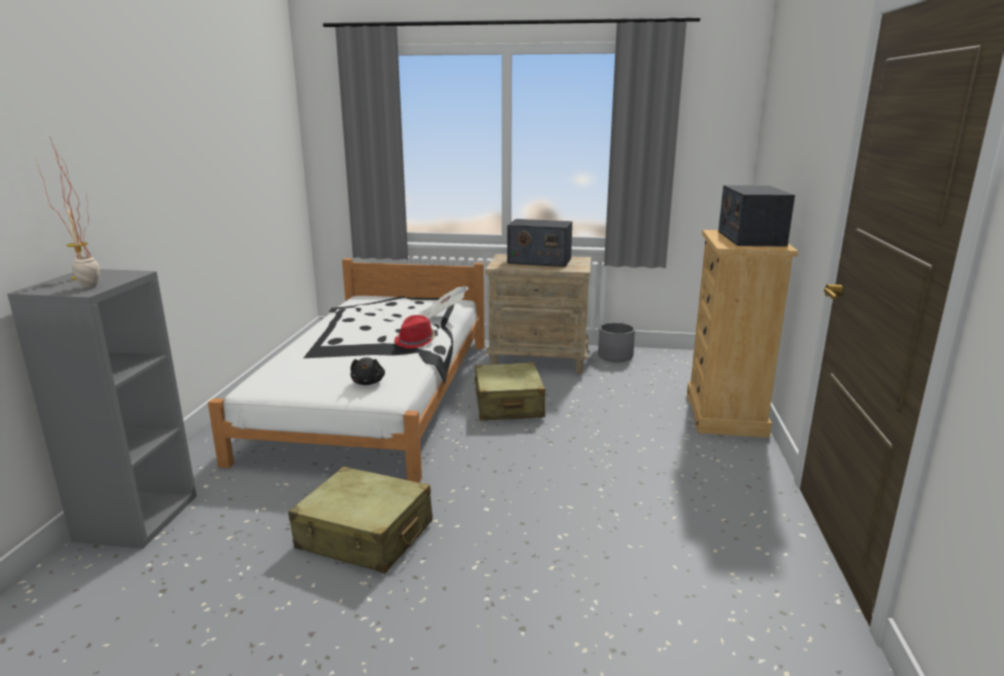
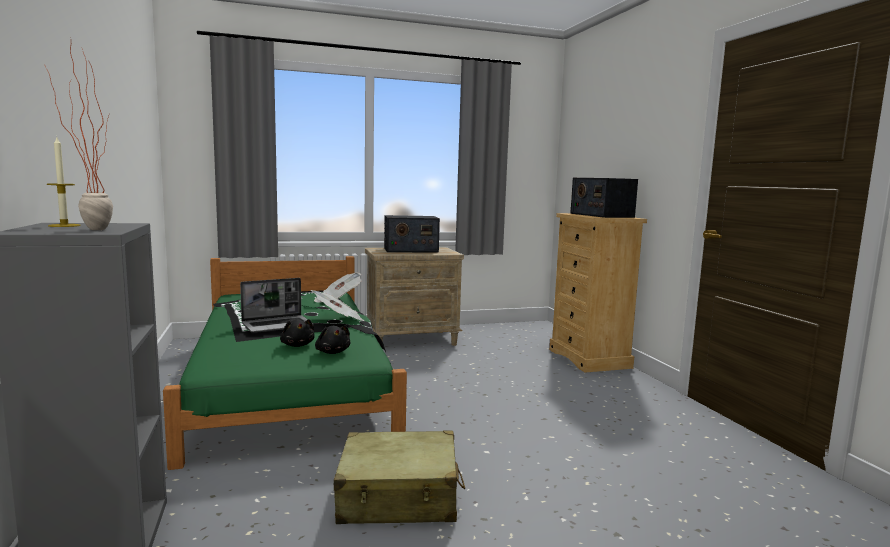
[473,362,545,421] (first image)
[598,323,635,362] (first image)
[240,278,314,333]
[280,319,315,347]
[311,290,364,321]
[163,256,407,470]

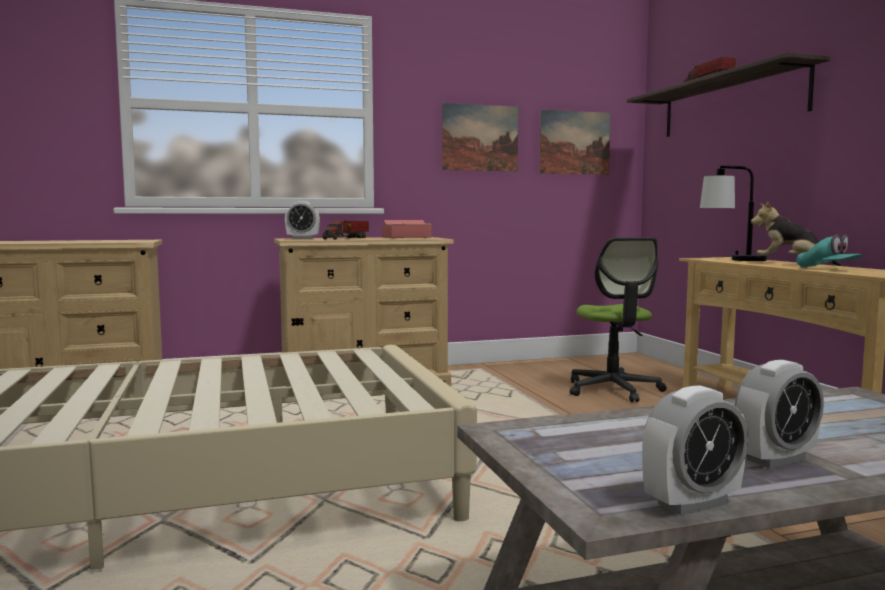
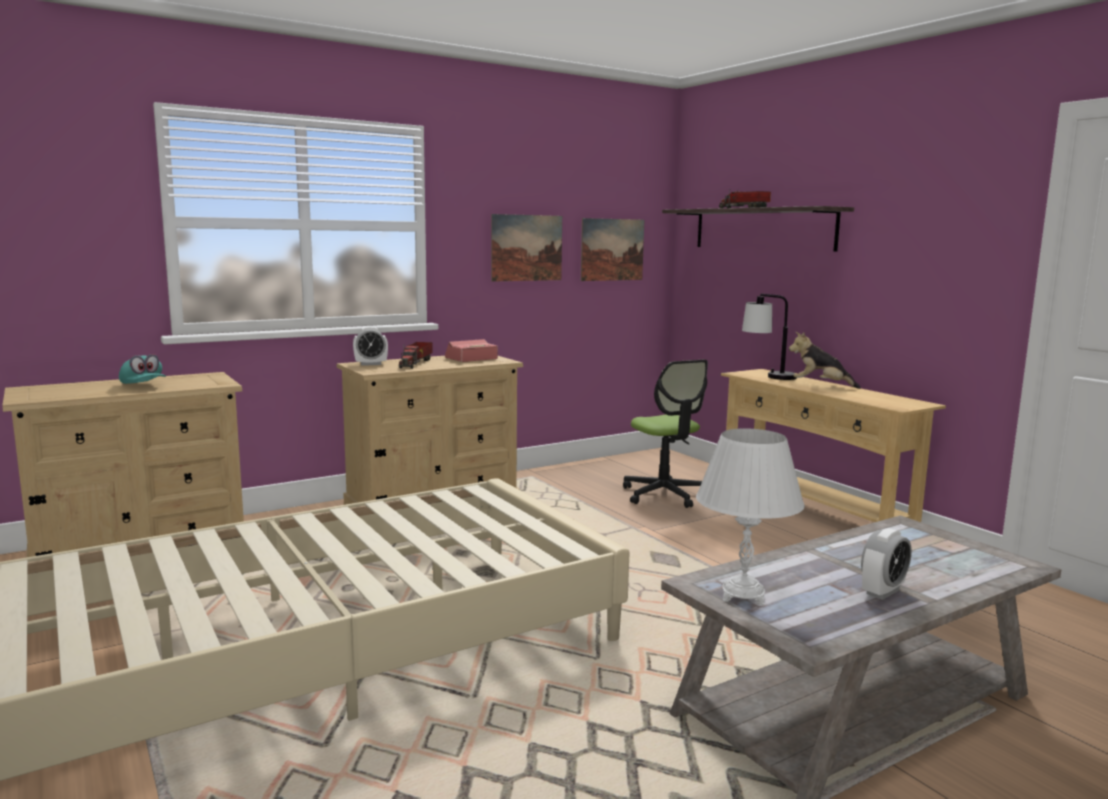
[642,385,748,516] (first image)
[696,428,805,605]
[119,354,166,384]

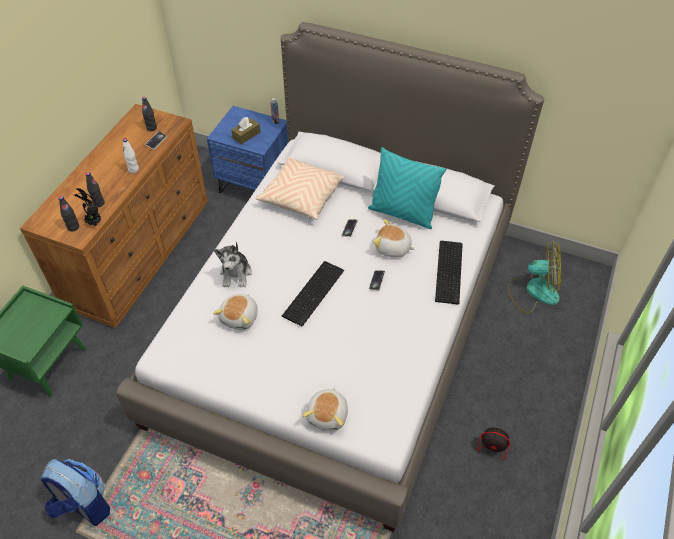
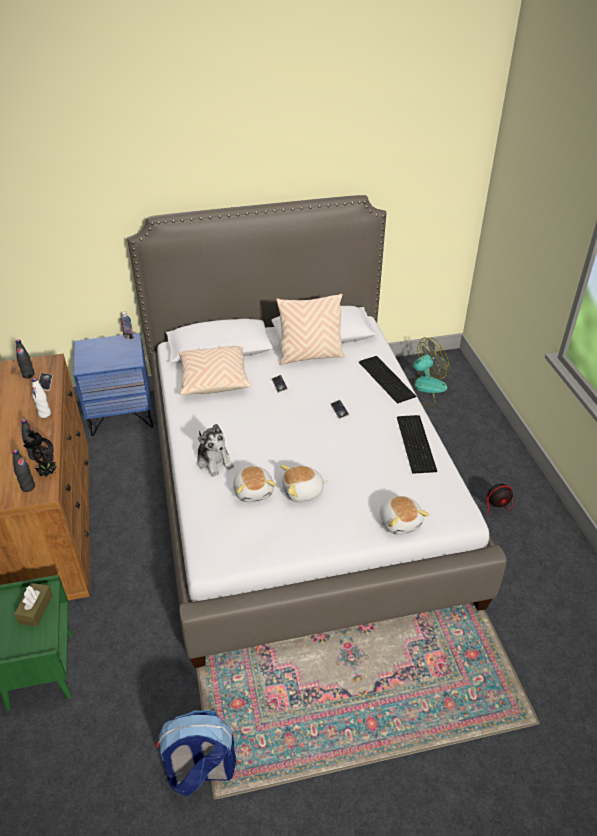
[14,583,53,627]
[397,415,437,474]
[280,465,328,502]
[276,294,345,365]

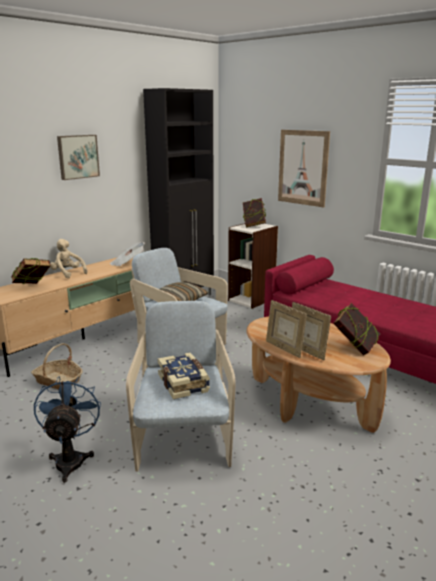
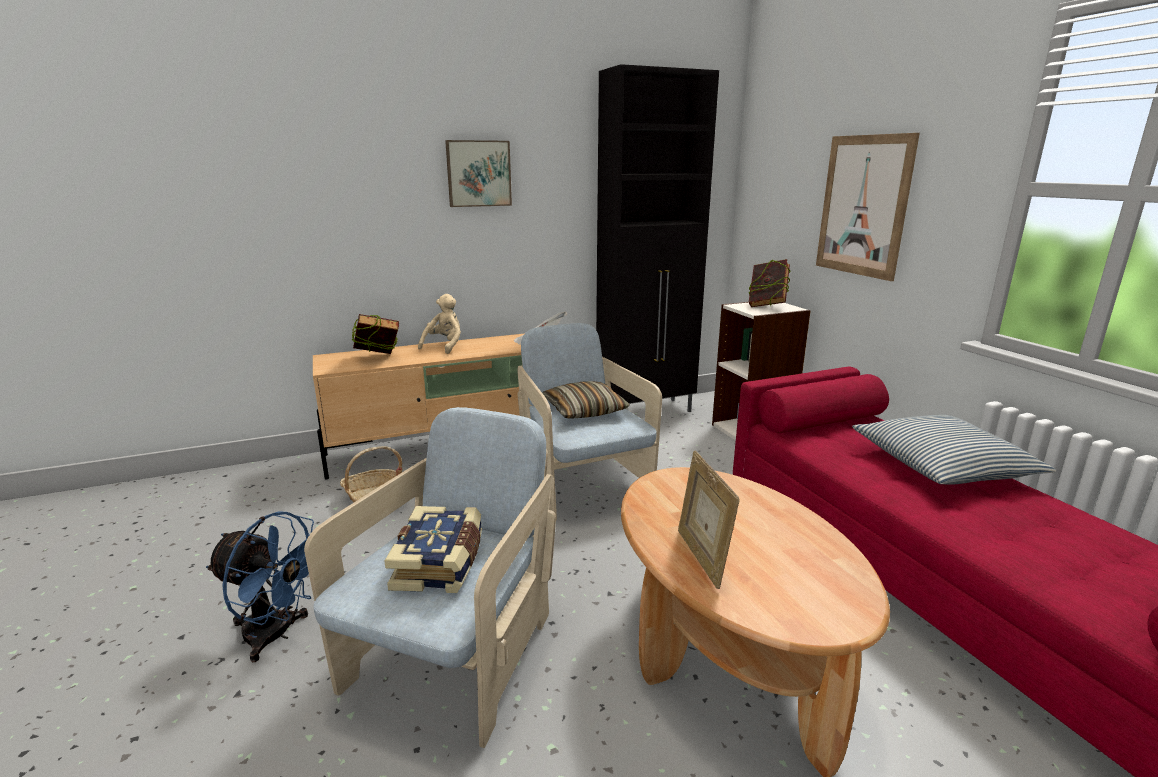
[266,300,307,358] (first image)
[333,303,381,355] (first image)
[852,415,1056,485]
[206,511,314,662]
[418,294,461,354]

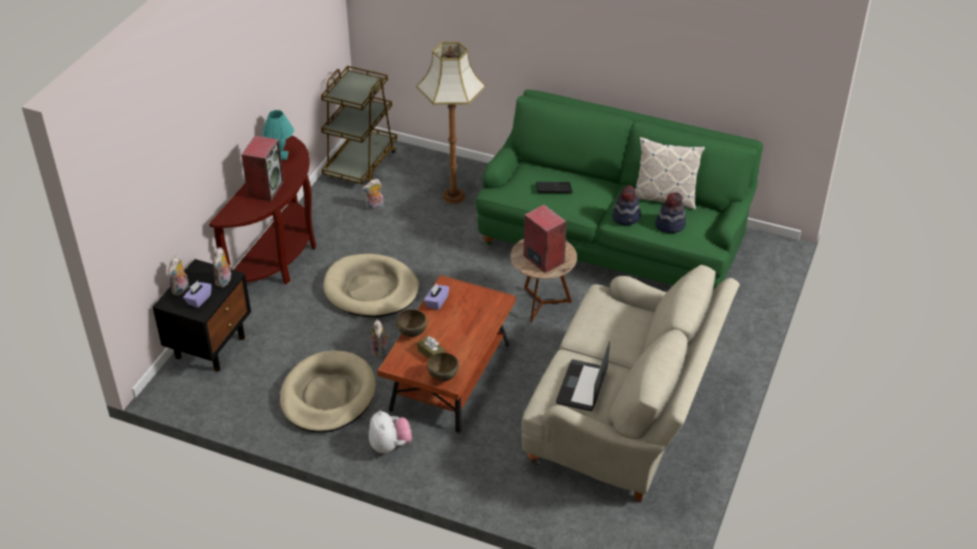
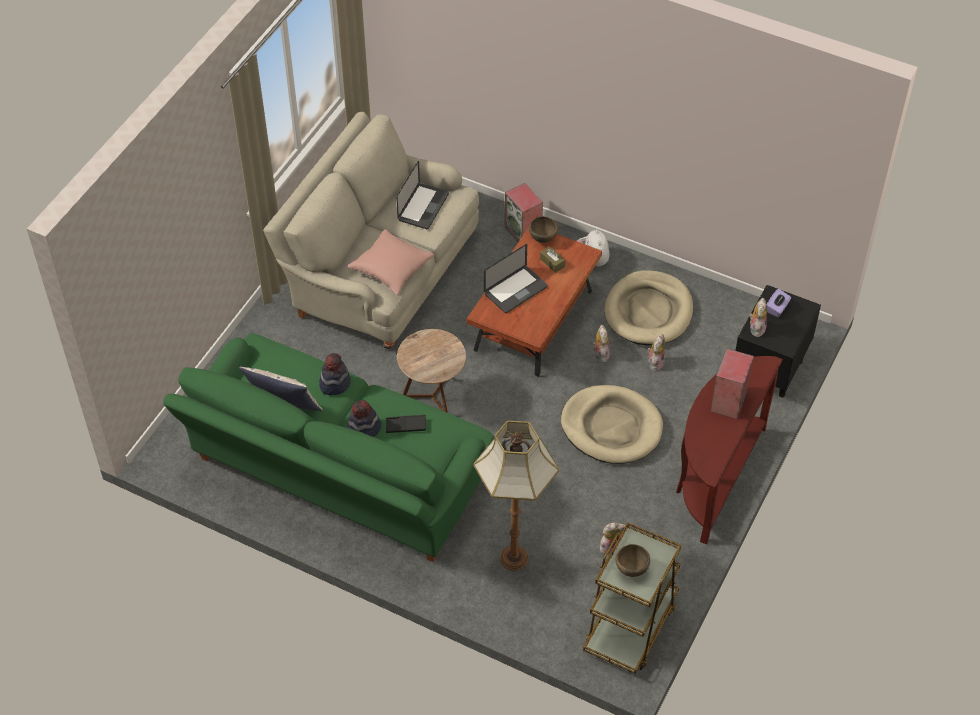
[262,110,294,160] (first image)
[424,283,449,310] (first image)
[348,229,434,295]
[484,244,548,313]
[648,334,665,371]
[616,544,650,577]
[504,183,543,242]
[347,400,381,437]

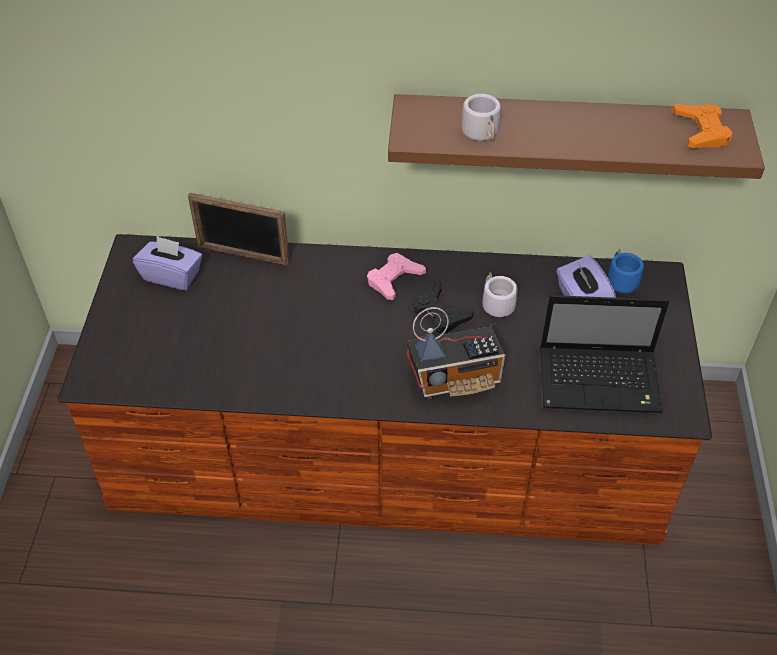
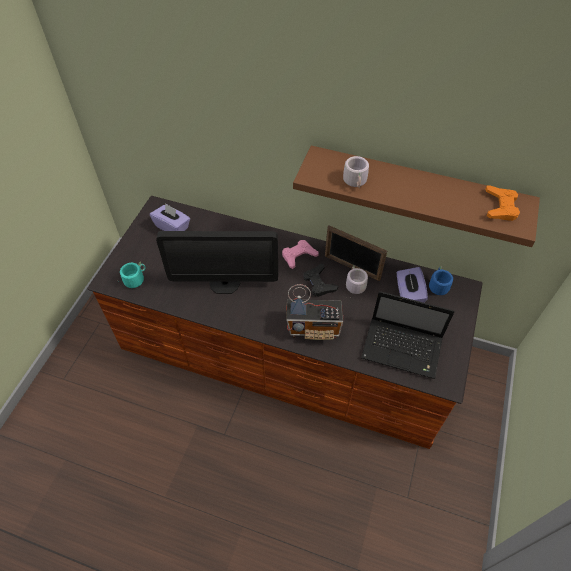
[120,262,146,288]
[156,231,278,294]
[325,225,387,281]

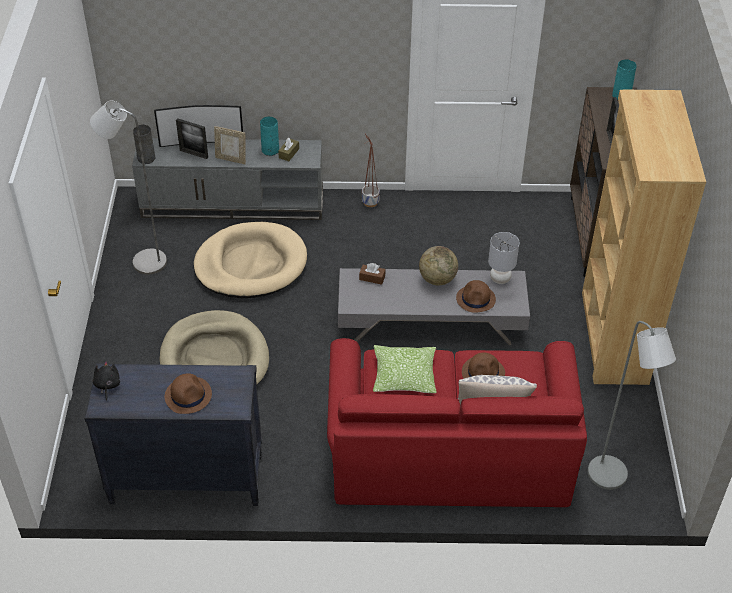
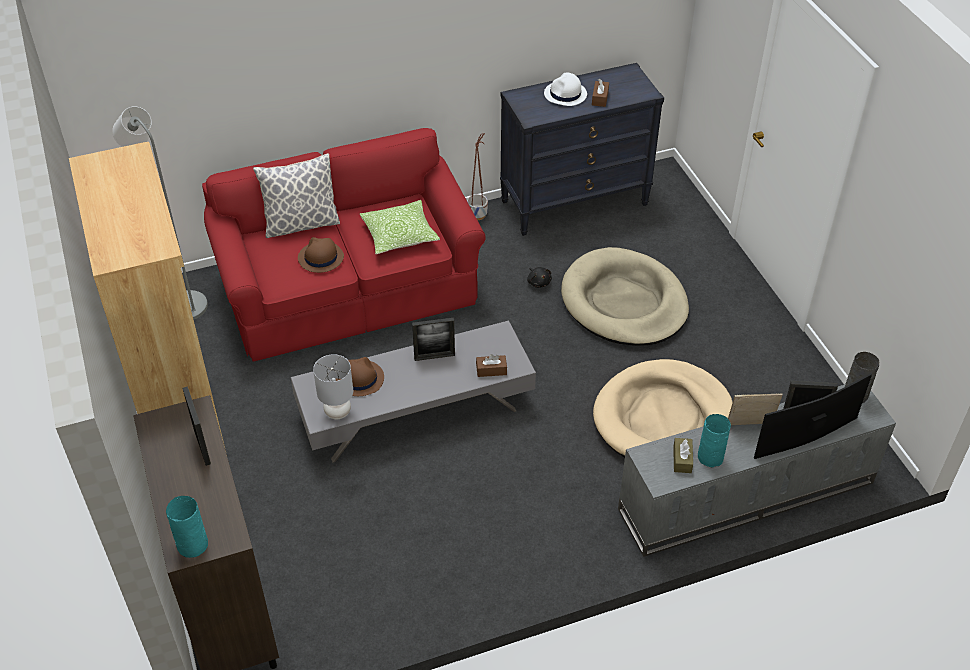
[90,101,167,275] (first image)
[419,246,458,285] (first image)
[412,318,455,361]
[592,79,609,107]
[527,267,552,288]
[467,133,488,220]
[544,73,587,106]

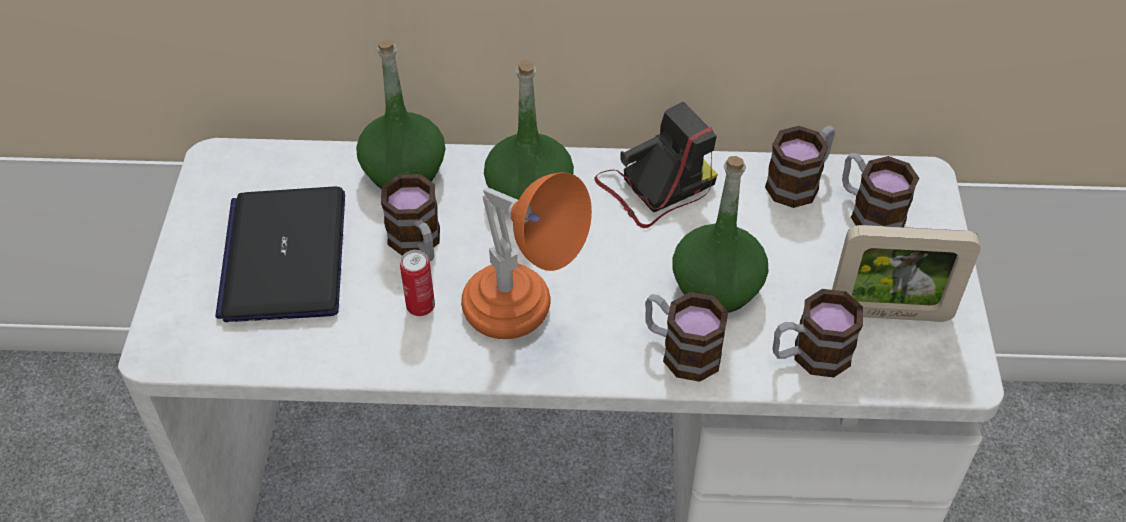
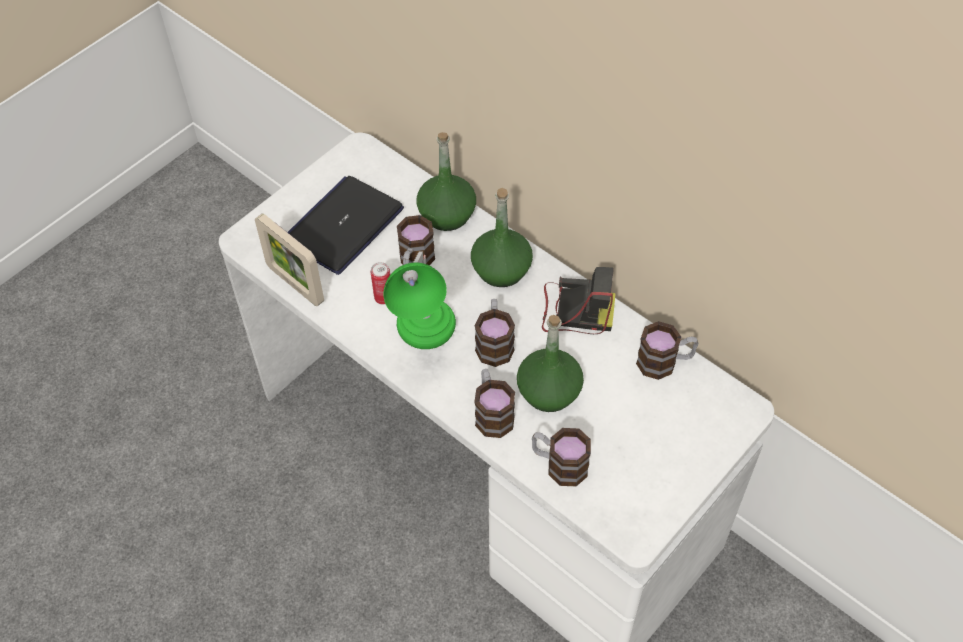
[255,213,324,306]
[475,299,515,367]
[383,252,456,349]

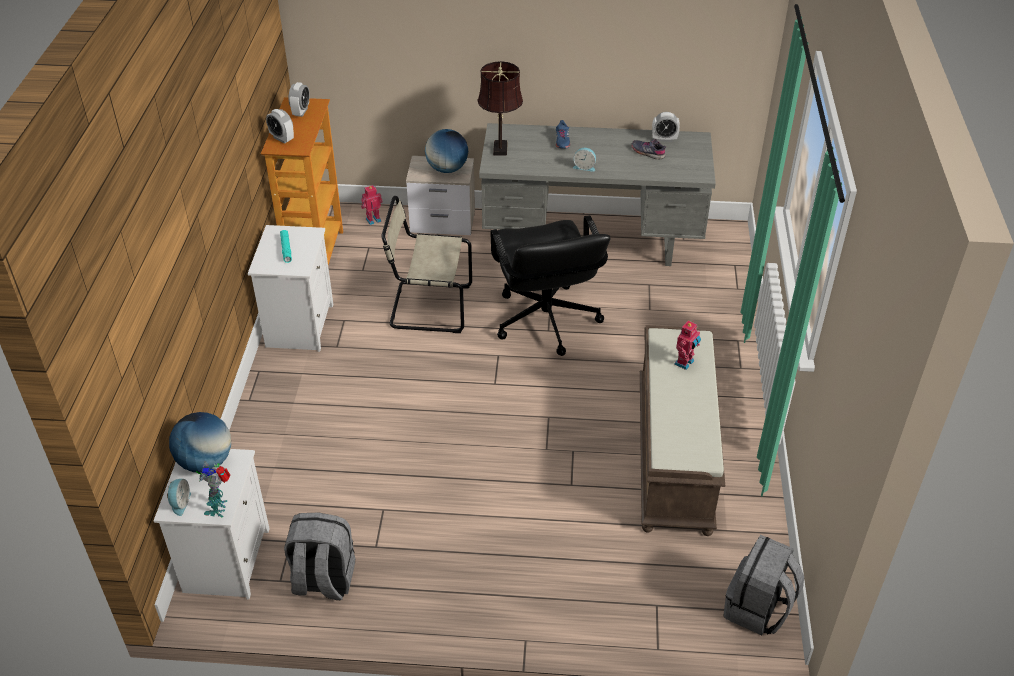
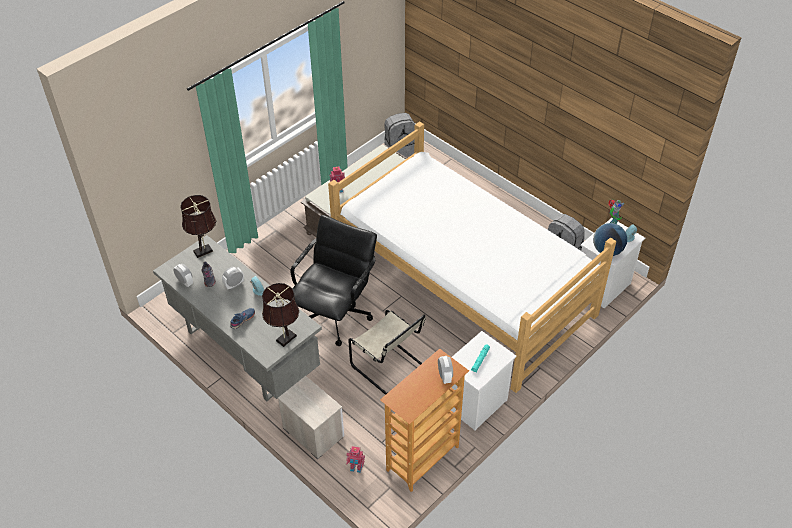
[425,129,468,173] (first image)
[180,195,216,258]
[328,121,616,393]
[222,267,244,290]

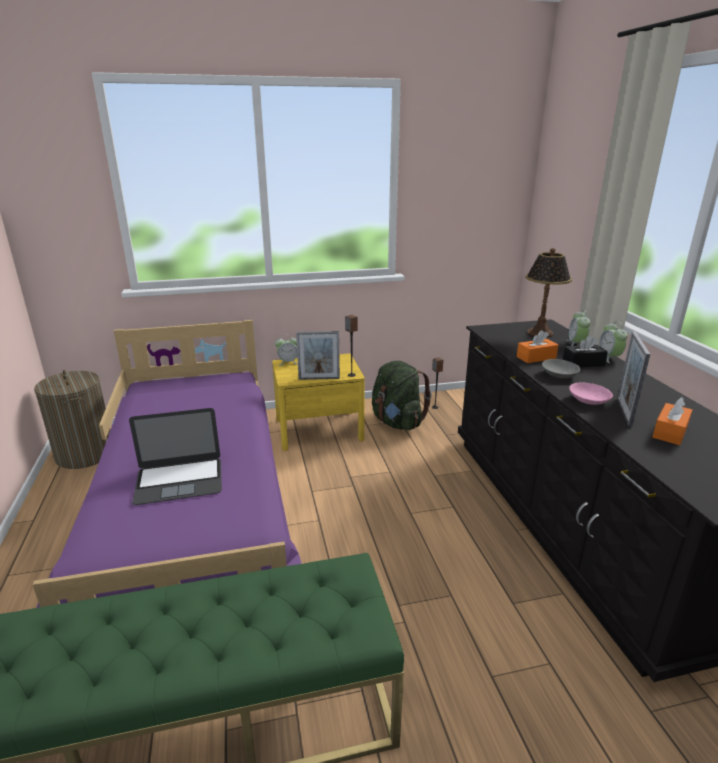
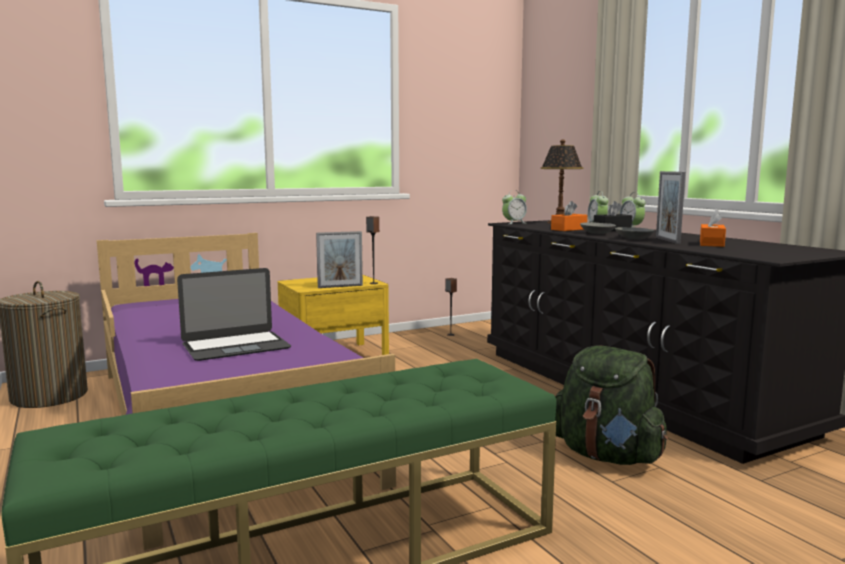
[502,190,527,224]
[555,345,668,465]
[615,227,655,239]

